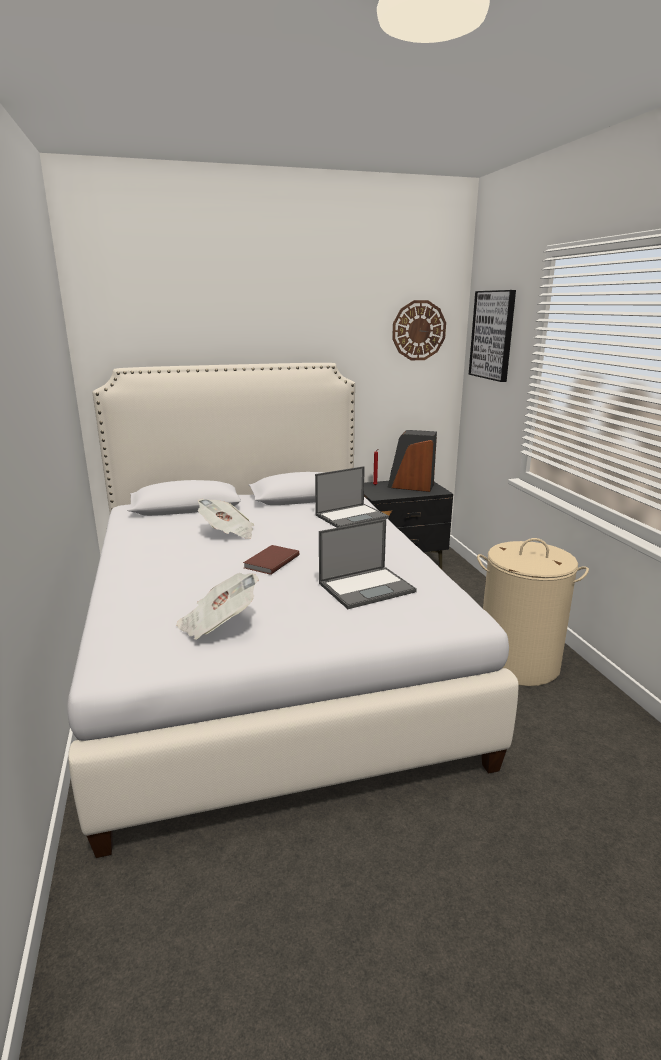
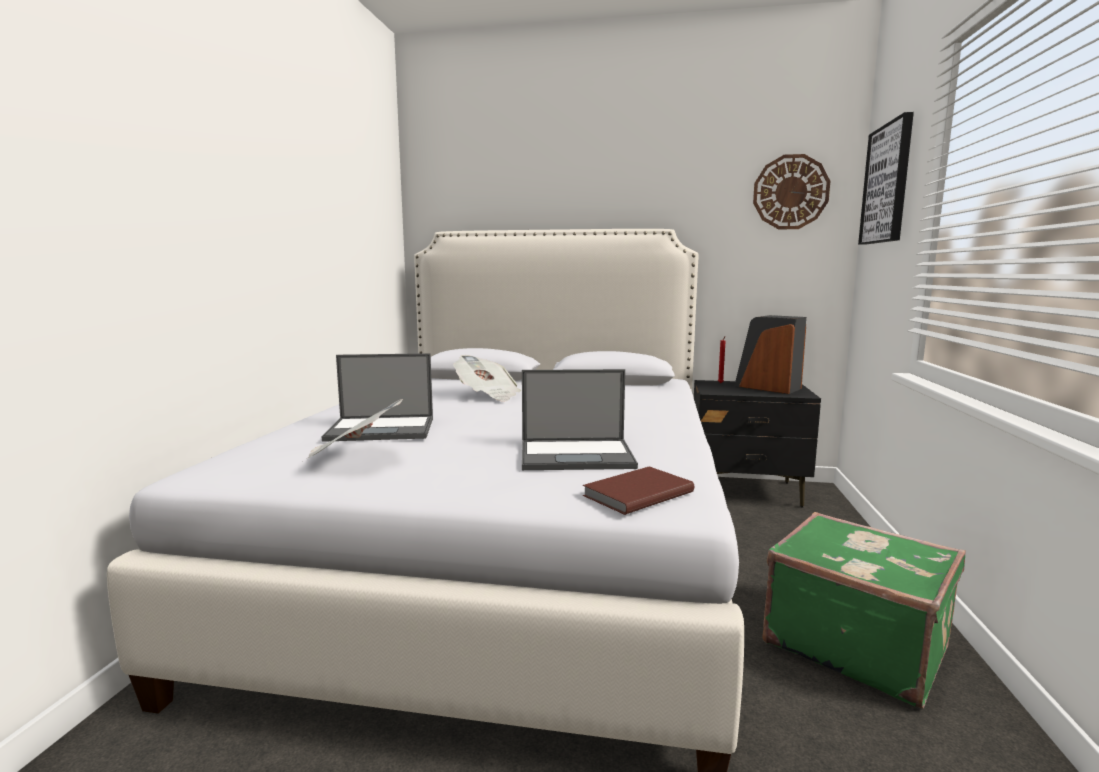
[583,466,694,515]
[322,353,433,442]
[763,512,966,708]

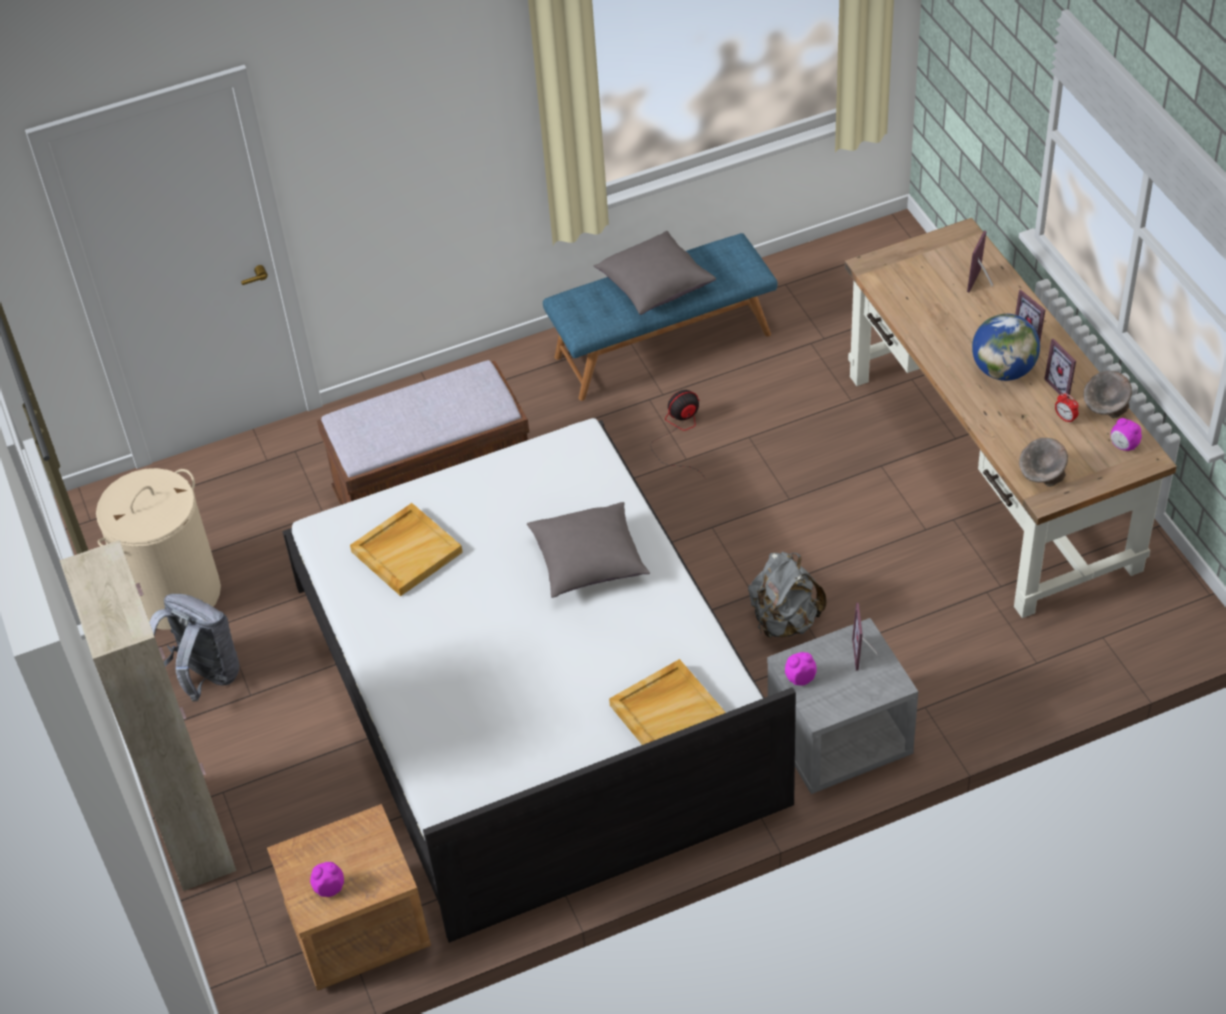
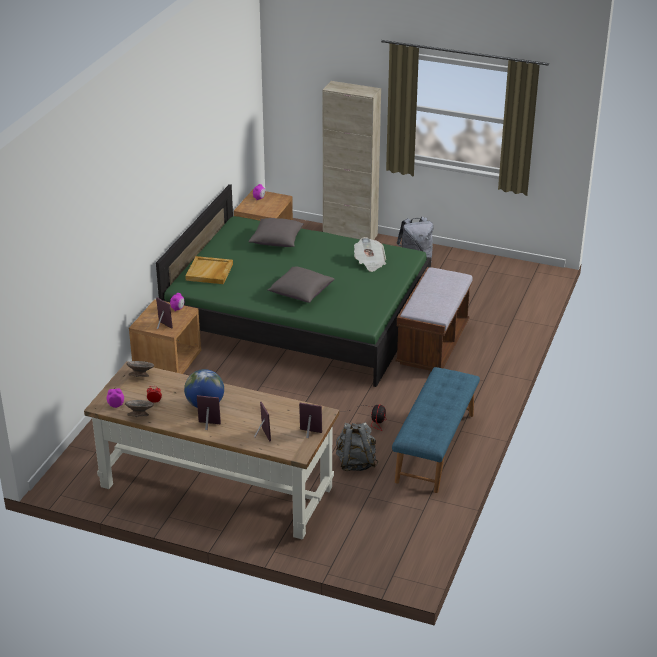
[96,468,221,630] (first image)
[249,218,304,247]
[336,422,379,471]
[299,403,322,438]
[354,237,386,272]
[156,184,431,387]
[129,299,201,374]

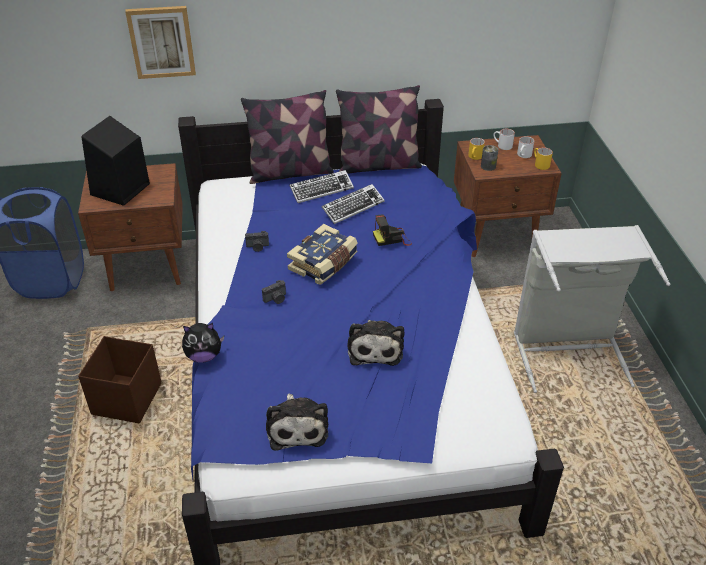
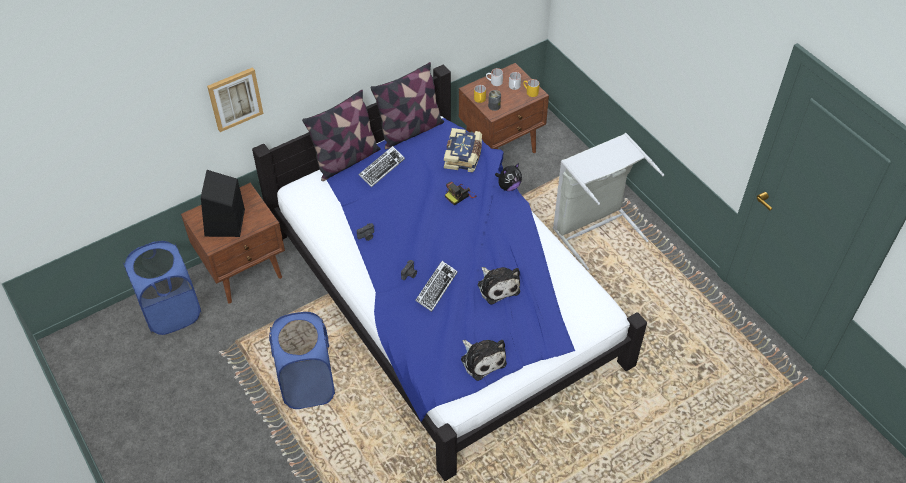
[495,163,522,191]
[444,128,482,172]
[415,261,458,312]
[269,312,335,409]

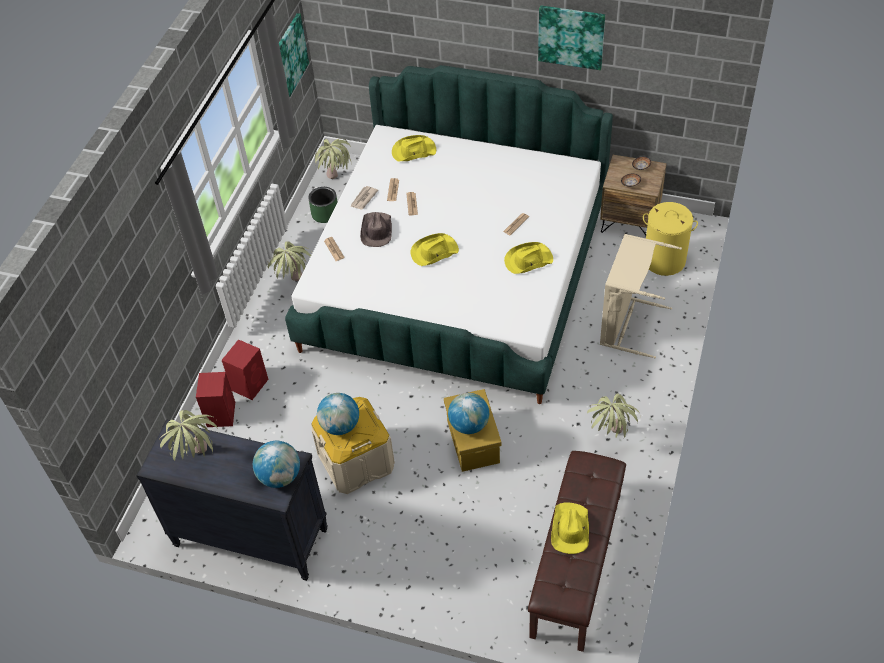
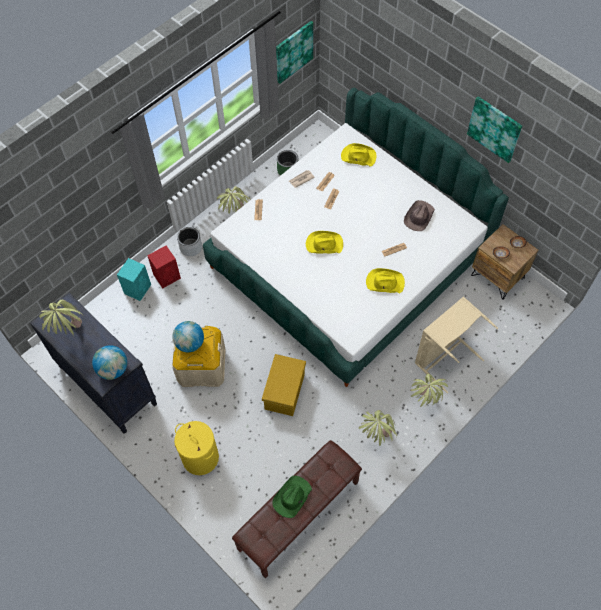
[448,393,489,434] (first image)
[177,227,202,256]
[410,374,448,407]
[404,200,435,231]
[174,421,219,475]
[117,258,151,301]
[272,476,312,518]

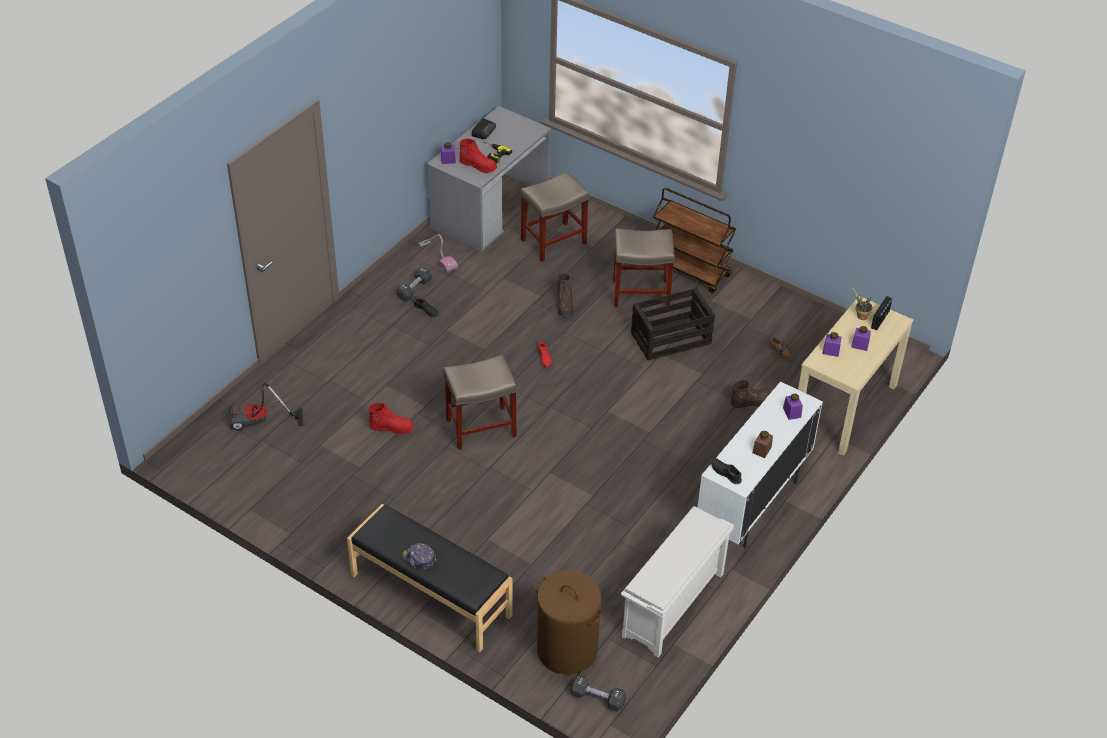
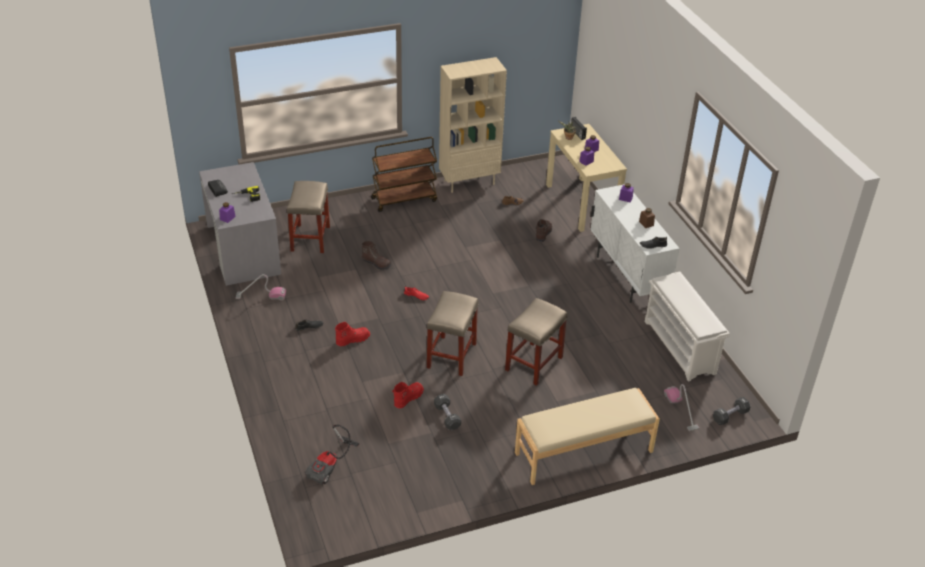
[402,543,437,570] (first image)
[631,288,715,360] (first image)
[439,57,507,193]
[434,394,461,430]
[335,322,370,346]
[505,298,568,386]
[664,384,699,431]
[515,388,660,485]

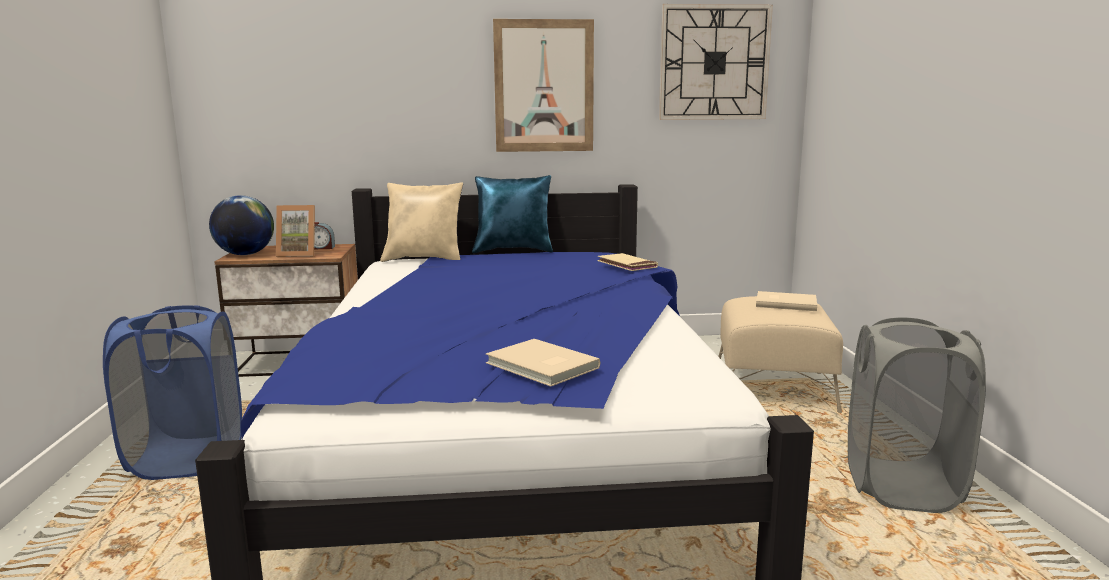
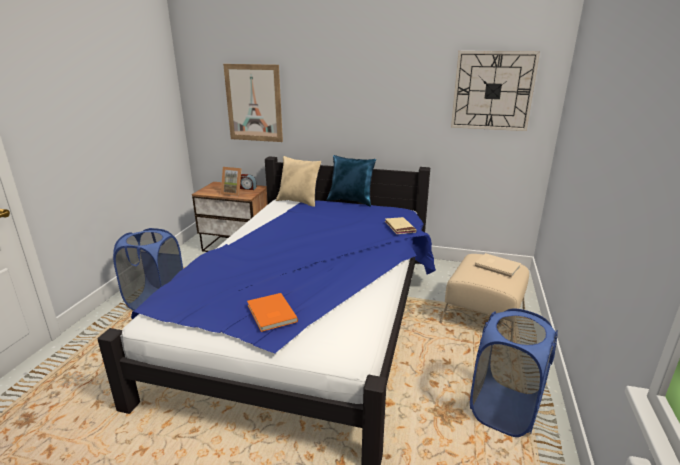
[209,195,274,255] (first image)
[223,64,283,142]
[247,293,298,332]
[470,308,558,437]

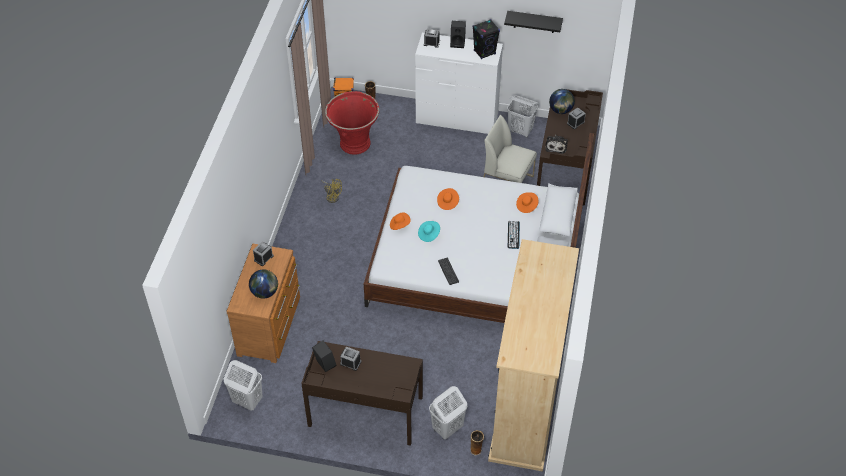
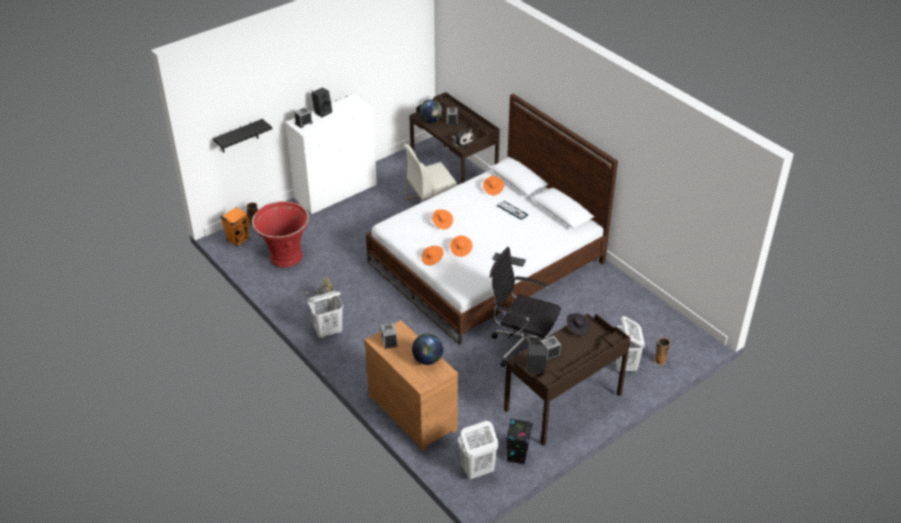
[488,239,579,472] (first image)
[490,247,561,367]
[567,313,589,336]
[506,418,533,465]
[213,119,272,153]
[308,291,343,338]
[450,235,472,257]

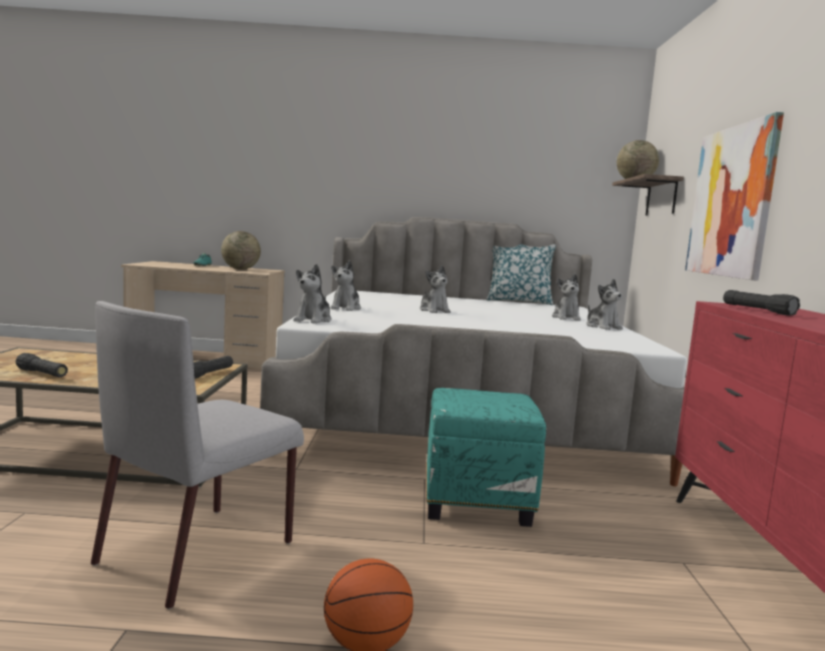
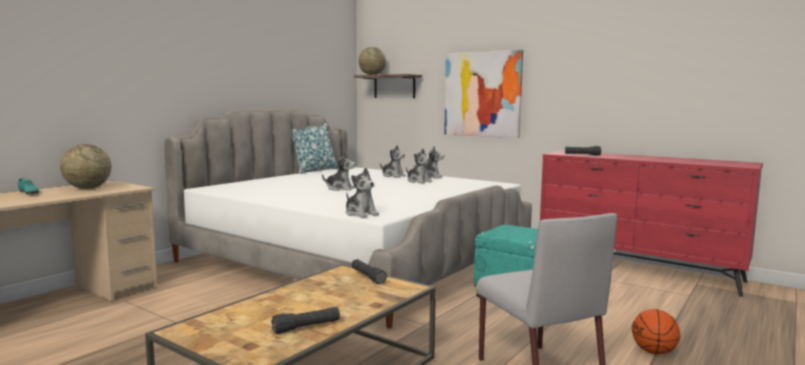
[406,149,432,184]

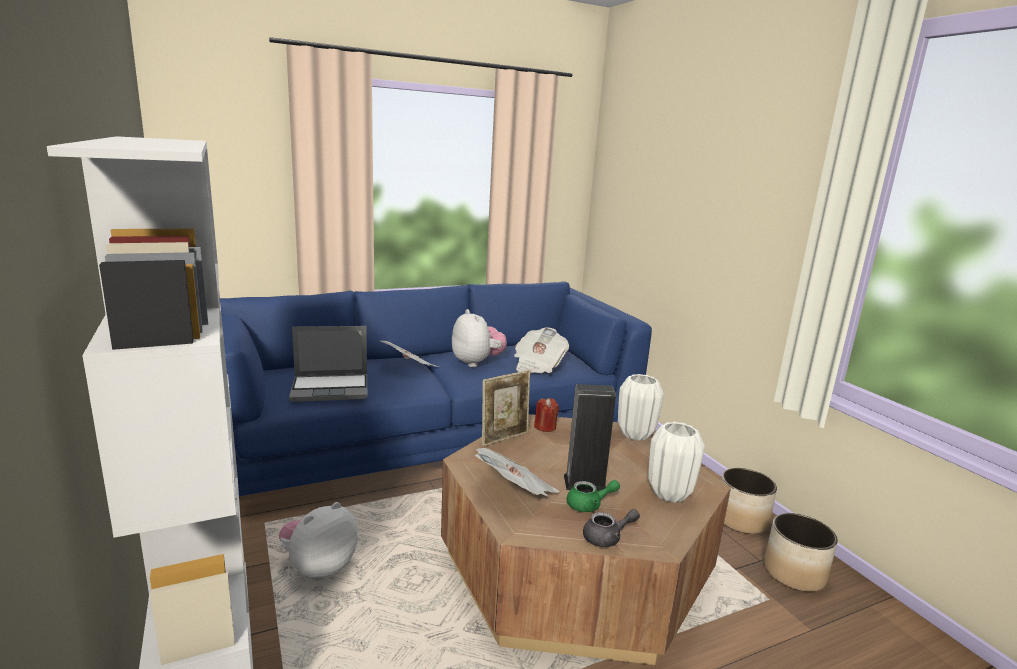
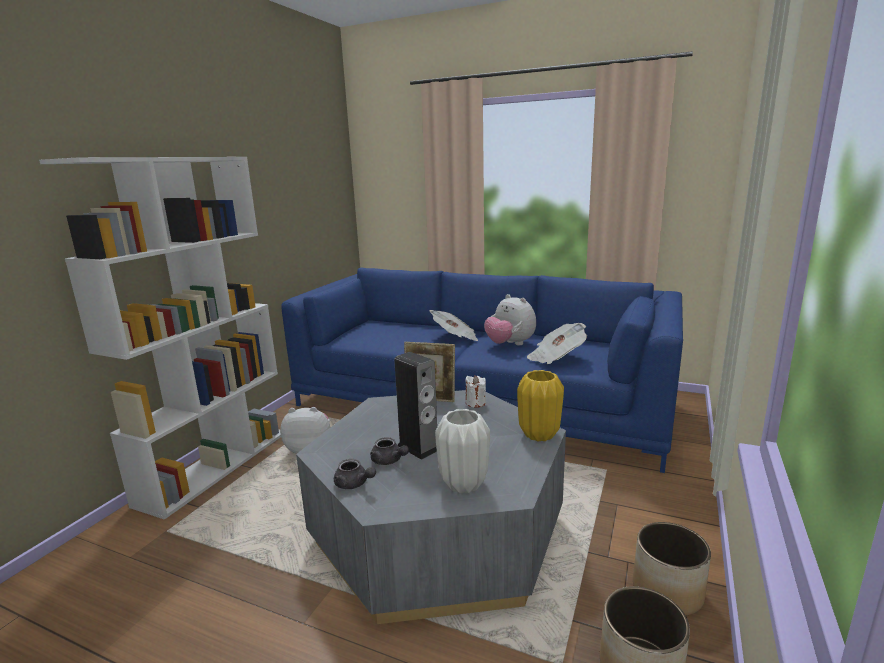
[289,326,367,402] (first image)
[475,448,560,496] (first image)
[296,390,566,624]
[465,375,486,408]
[370,437,409,465]
[517,370,564,441]
[484,294,536,345]

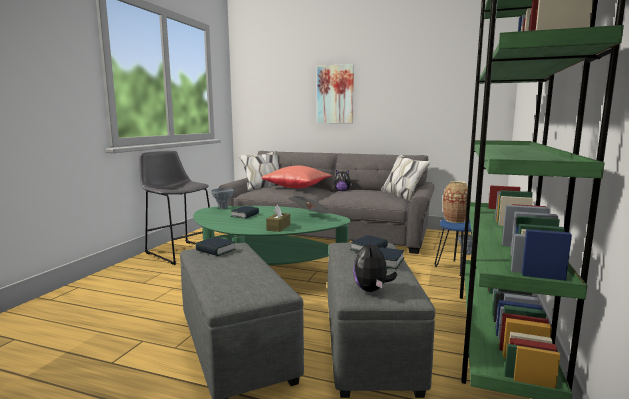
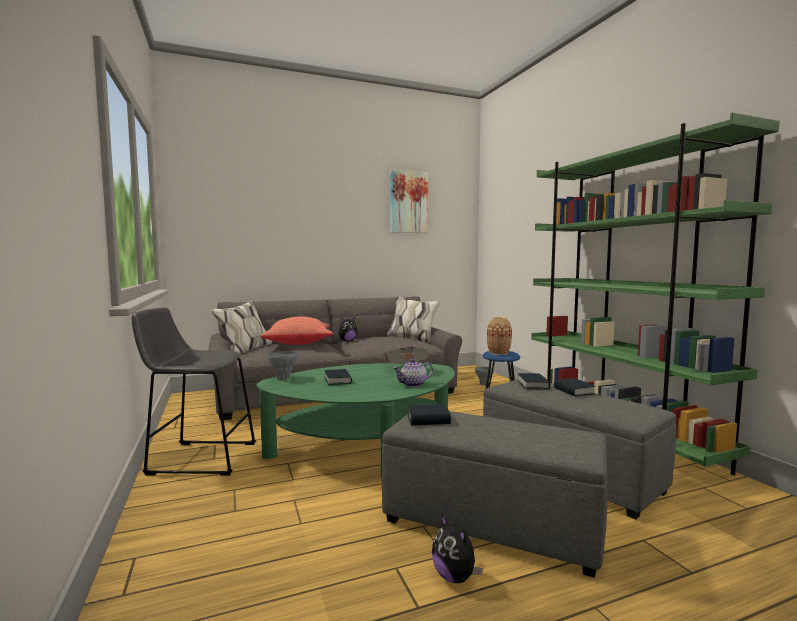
[390,169,428,233]
[432,513,483,583]
[393,359,433,387]

